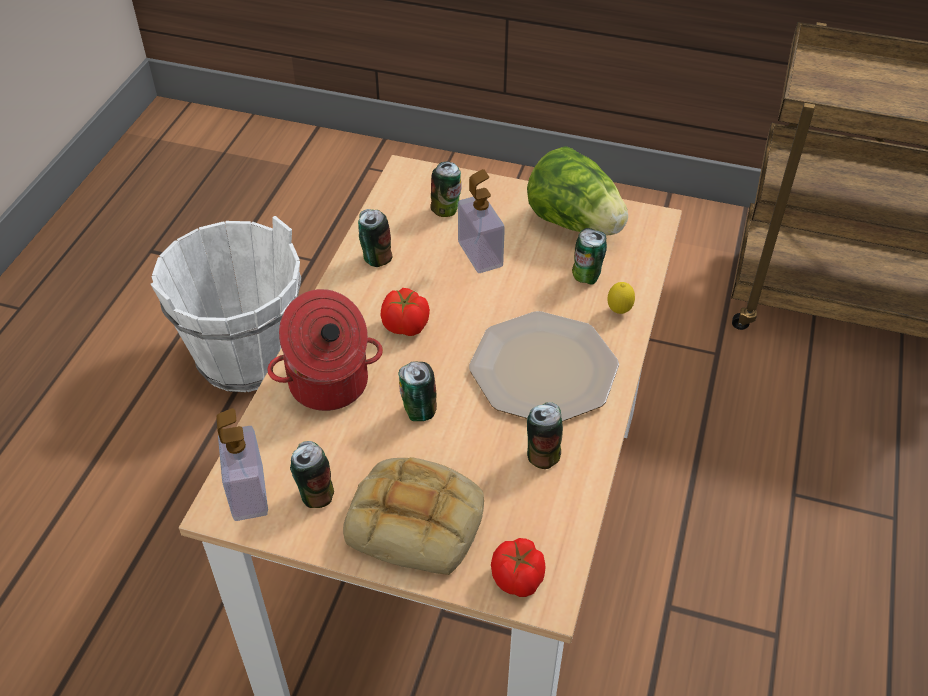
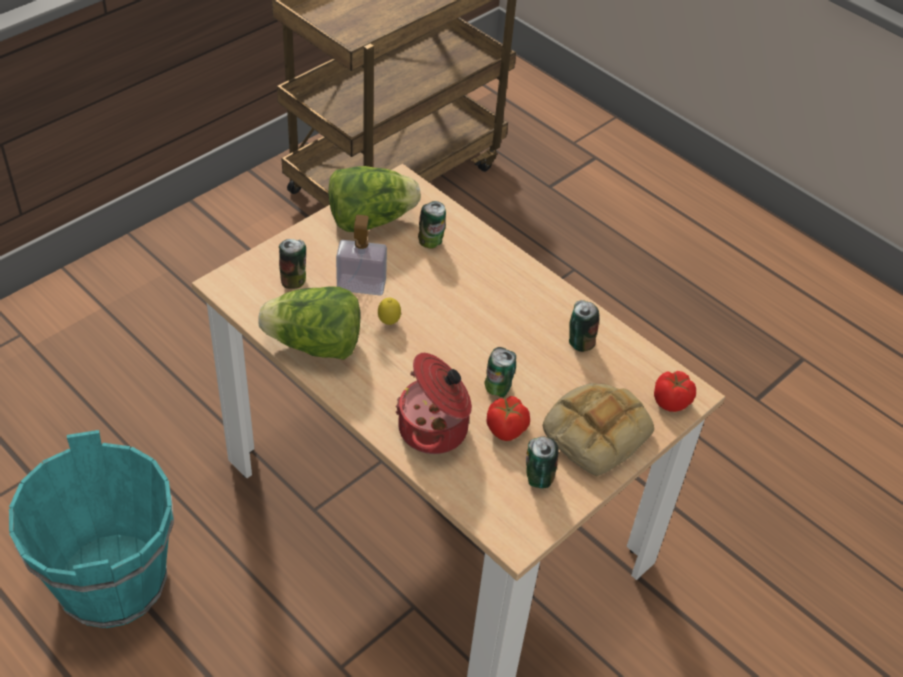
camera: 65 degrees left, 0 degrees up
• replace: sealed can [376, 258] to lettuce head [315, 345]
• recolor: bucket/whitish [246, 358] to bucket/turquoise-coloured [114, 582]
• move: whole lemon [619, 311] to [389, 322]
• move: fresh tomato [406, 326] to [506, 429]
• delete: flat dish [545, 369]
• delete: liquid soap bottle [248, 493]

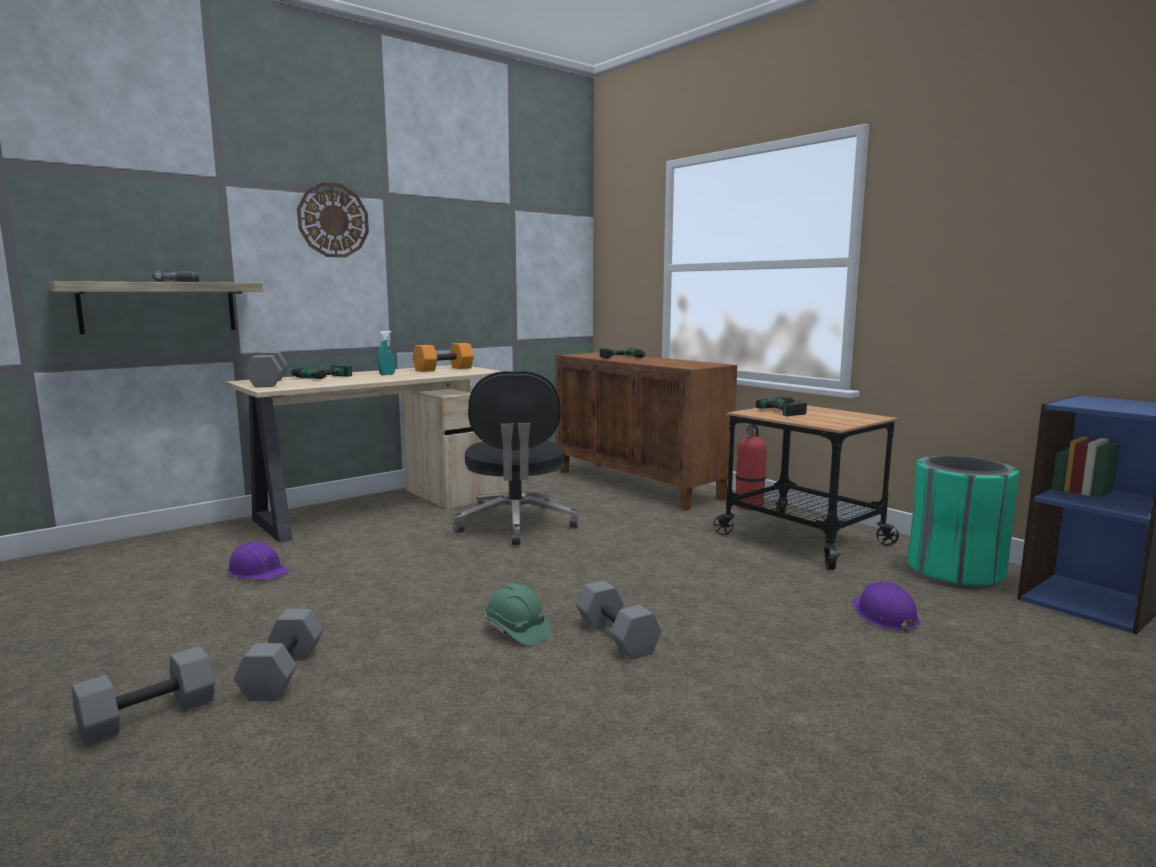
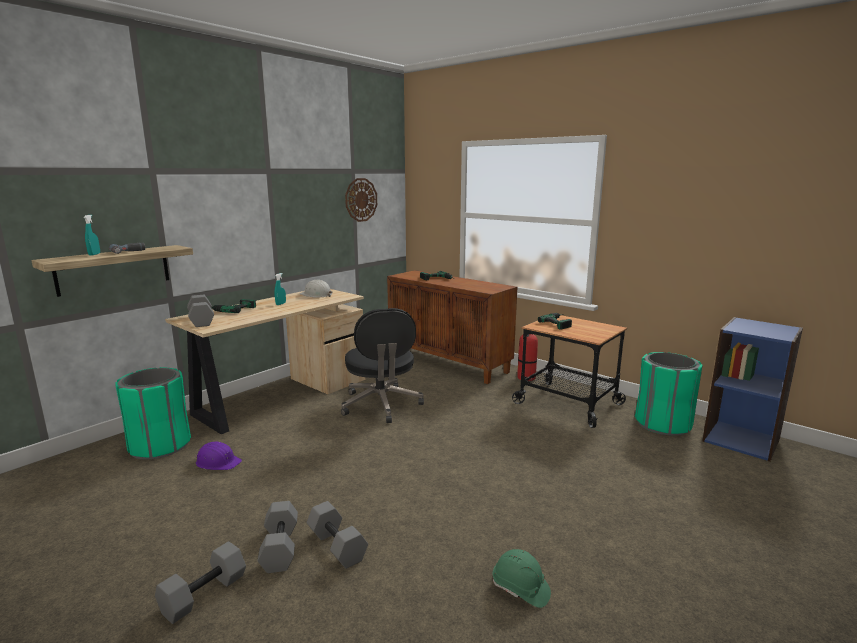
camera: 10 degrees left, 5 degrees up
• move: hanging clock [333, 220] to [361, 200]
• replace: hand weight/orange-coloured [443, 369] to safety helmet/whitish [316, 295]
• move: hand weight/gray [618, 637] to [338, 546]
• delete: safety helmet/purple-coloured [884, 615]
• move: safety helmet/green [517, 631] to [520, 589]
• insert: spray bottle/turquoise-coloured [94, 254]
• insert: rubbish bin/green [159, 445]

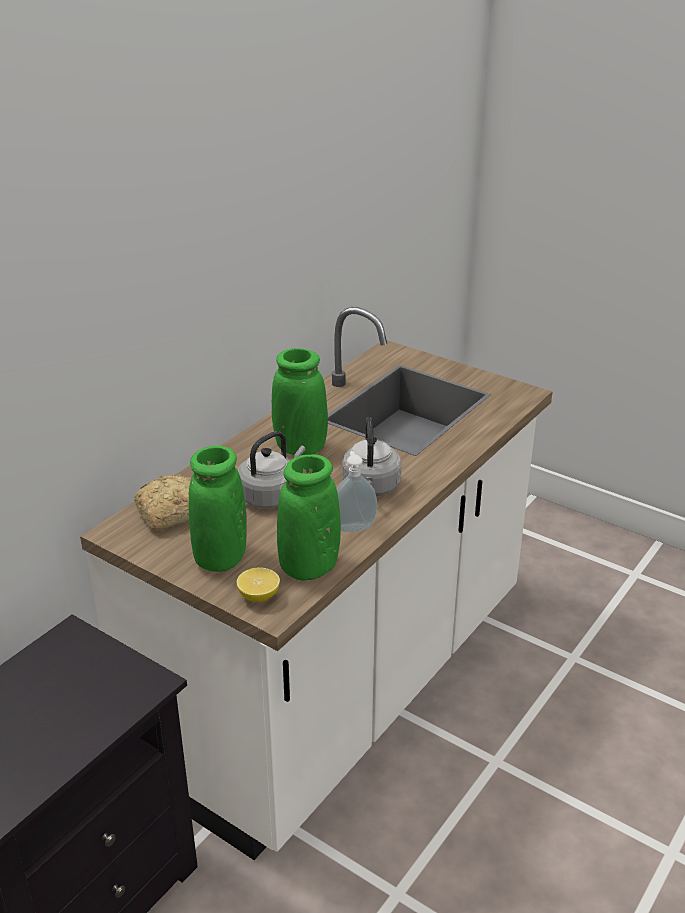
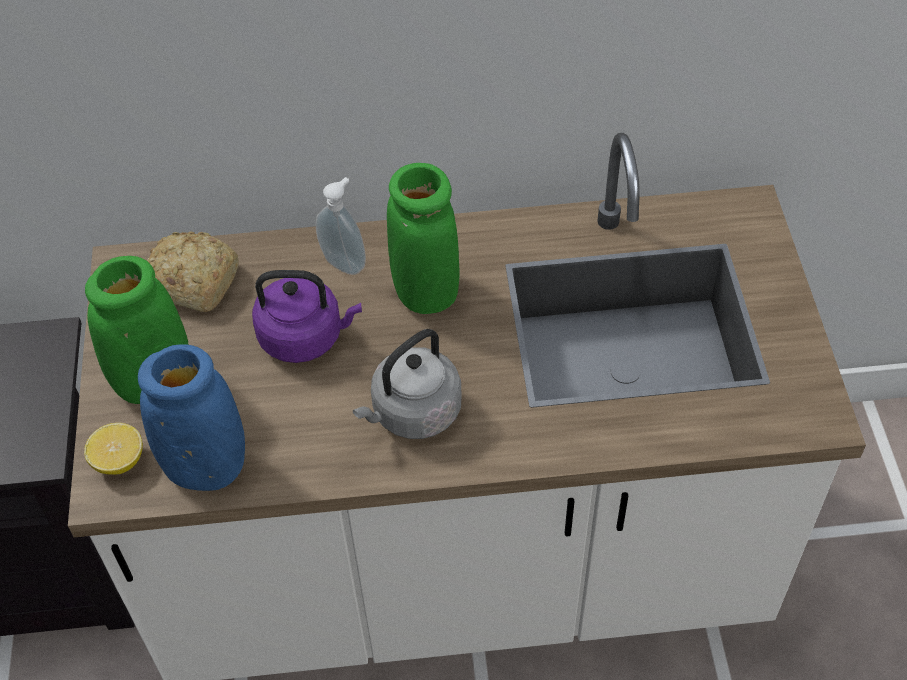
camera: 50 degrees right, 20 degrees up
• recolor: water kettle/gray [271, 496] to water kettle/purple-coloured [305, 337]
• move: liquid soap bottle [353, 527] to [345, 262]
• recolor: vase/green [309, 567] to vase/blue-coloured [207, 467]

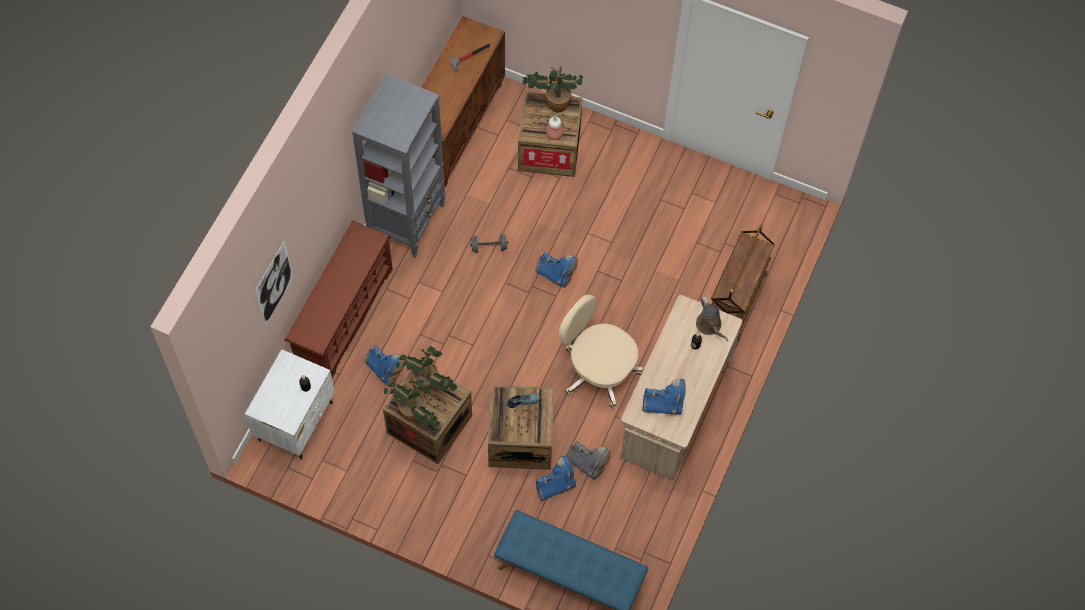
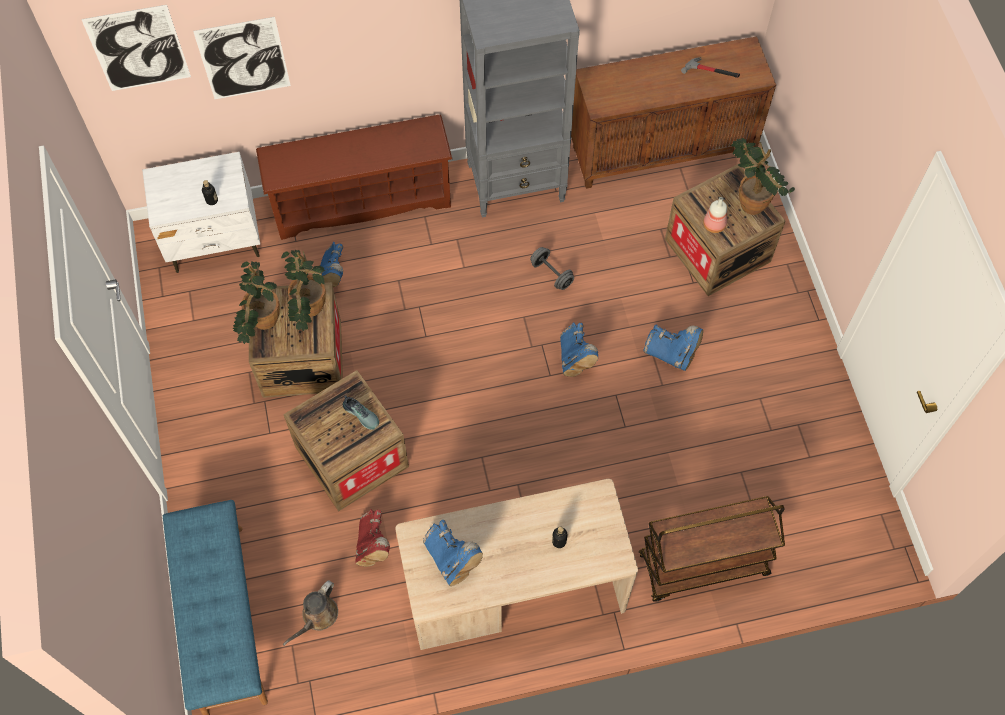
camera: 55 degrees right, 0 degrees up
• delete: office chair/beige-coloured [598, 370]
• move: watering can/brown-coloured [710, 326] to [317, 616]
• recolor: high-top boot/gray [587, 465] to high-top boot/reddish [372, 546]
• move: high-top boot/blue-coloured [556, 485] to [671, 354]
• insert: picture [138, 49]

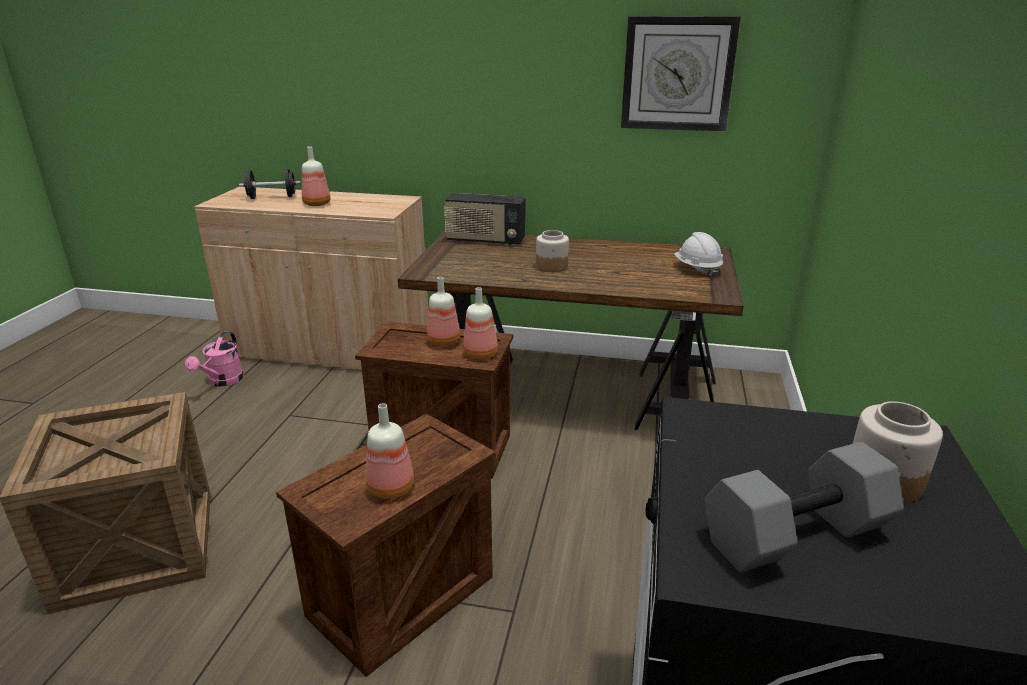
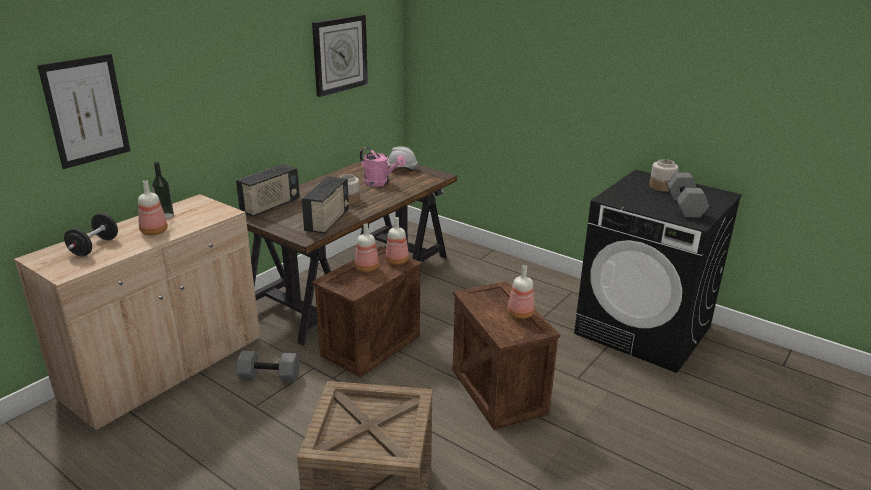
camera: 65 degrees left, 0 degrees up
• move: watering can/pink [222, 381] to [380, 183]
• insert: picture [86, 111]
• insert: bottle [165, 216]
• insert: radio set [328, 221]
• insert: hand weight/gray [268, 377]

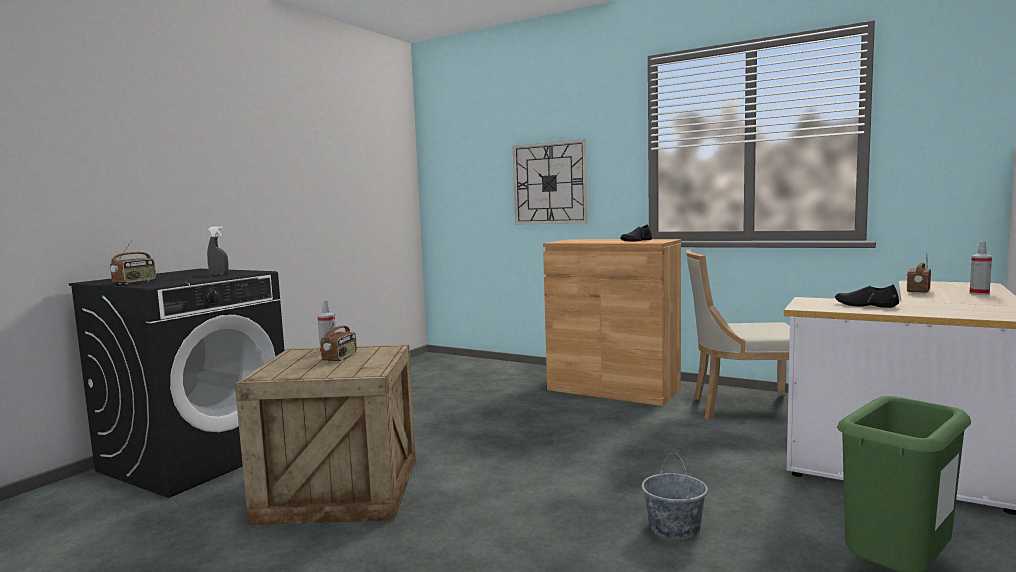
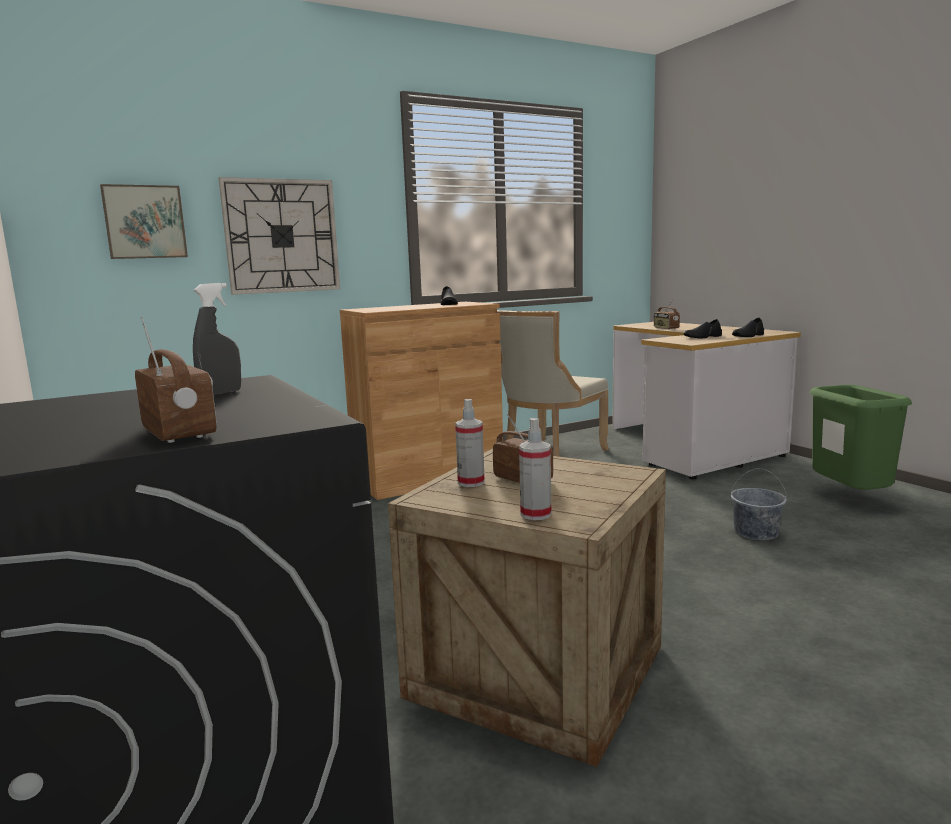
camera: 60 degrees left, 5 degrees up
• move: spray bottle [979, 294] to [535, 514]
• insert: picture [145, 222]
• insert: item of footwear/black-coloured [748, 336]

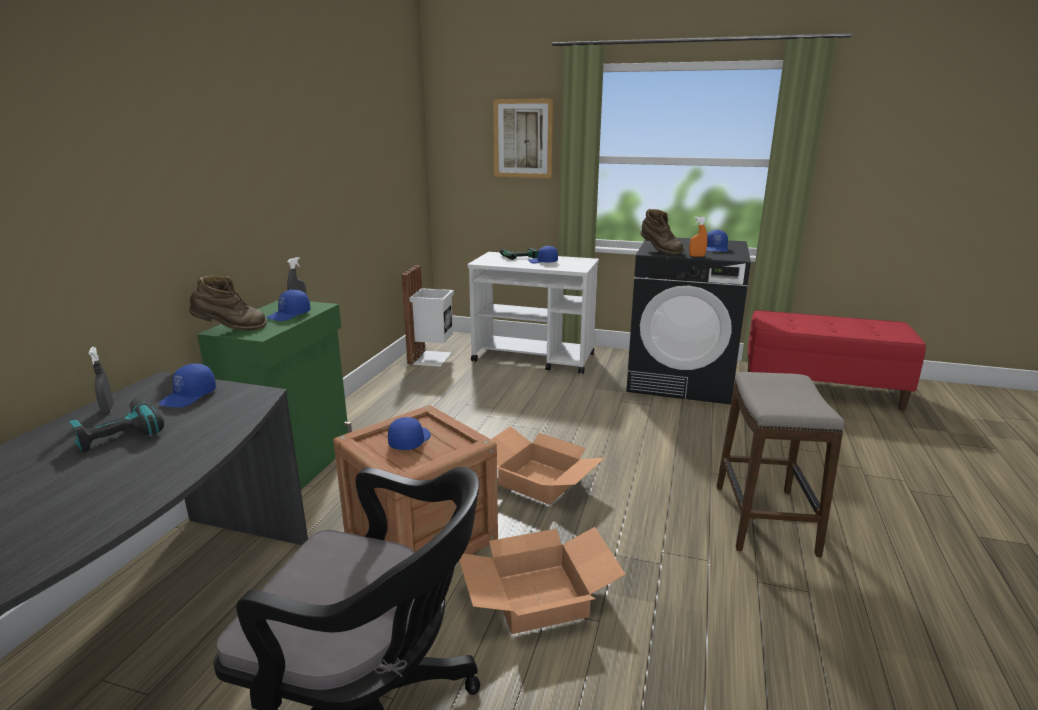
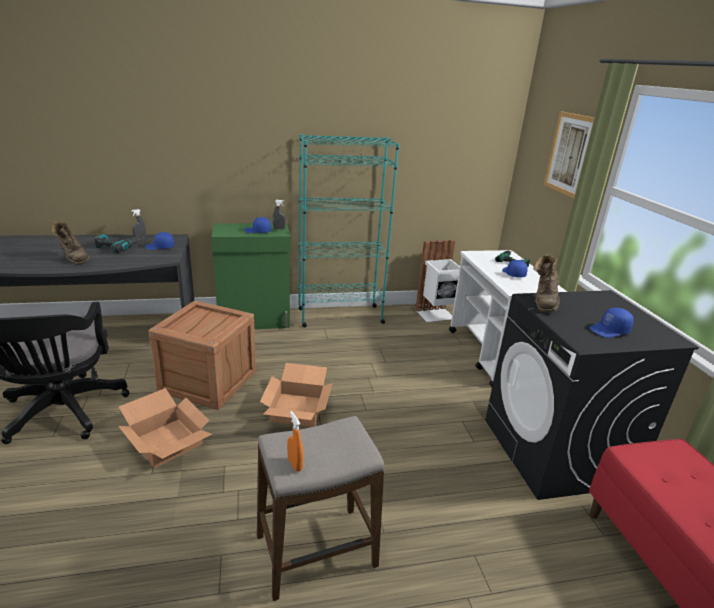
camera: 60 degrees right, 5 degrees up
• move: spray bottle/orange-coloured [697, 256] to [295, 464]
• move: high-top boot/brown-coloured [231, 330] to [73, 259]
• delete: cap/blue-coloured [409, 441]
• insert: bookcase/turquoise-coloured [340, 316]

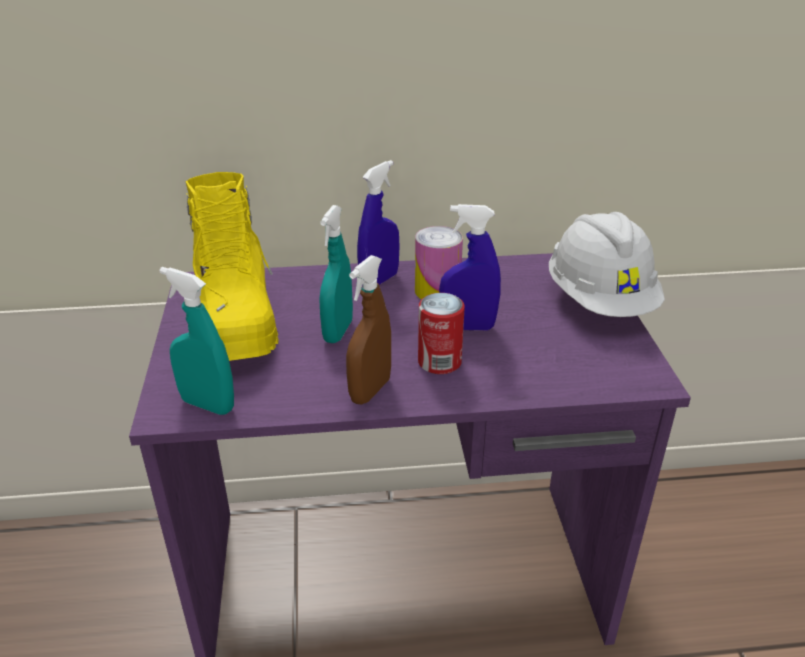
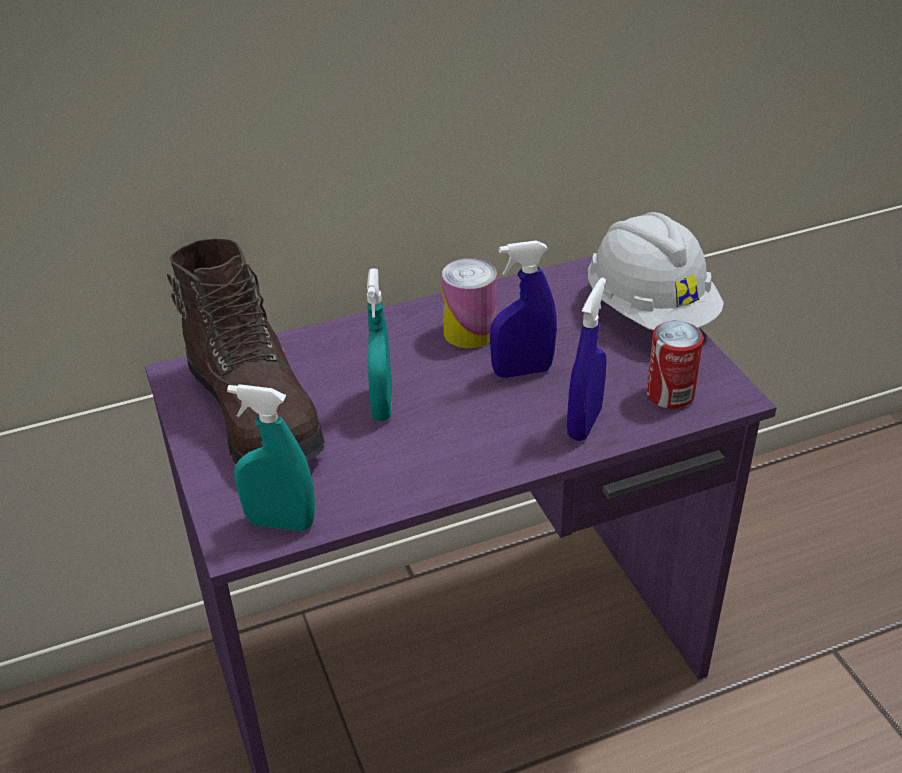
camera: 15 degrees left, 5 degrees up
• move: spray bottle/blue-coloured [379, 280] to [584, 423]
• recolor: high-top boot/yellowish [236, 320] to high-top boot/brown-coloured [256, 413]
• delete: spray bottle/brown-coloured [370, 390]
• move: sealed can [439, 362] to [670, 394]

